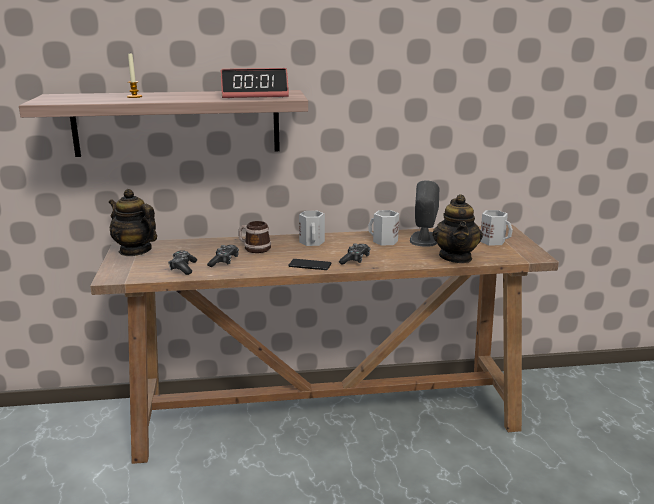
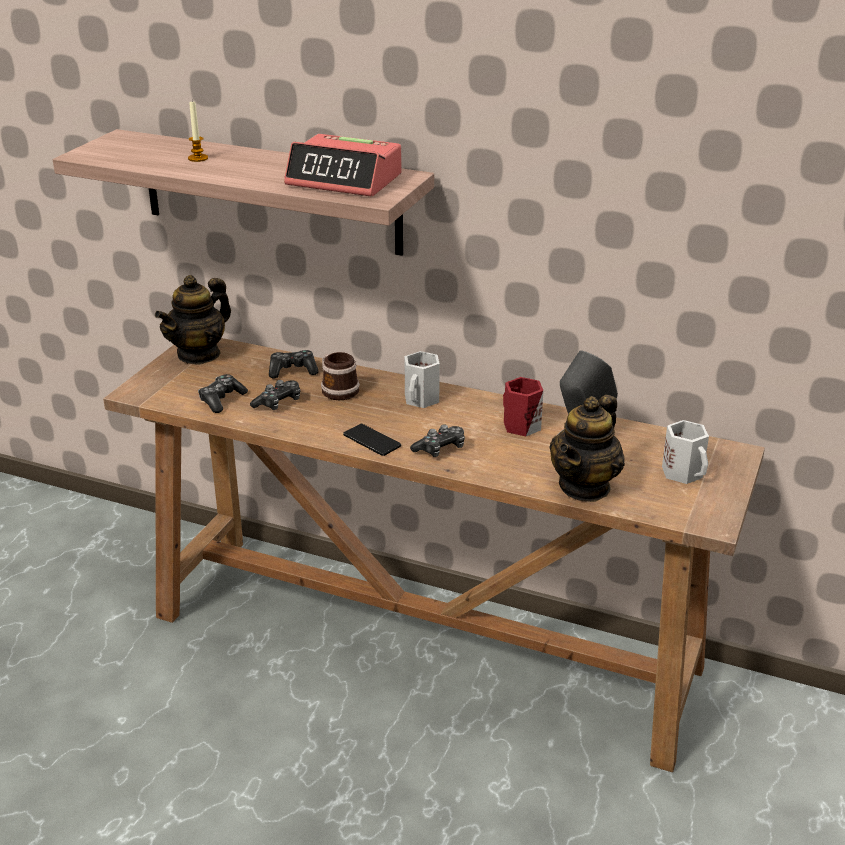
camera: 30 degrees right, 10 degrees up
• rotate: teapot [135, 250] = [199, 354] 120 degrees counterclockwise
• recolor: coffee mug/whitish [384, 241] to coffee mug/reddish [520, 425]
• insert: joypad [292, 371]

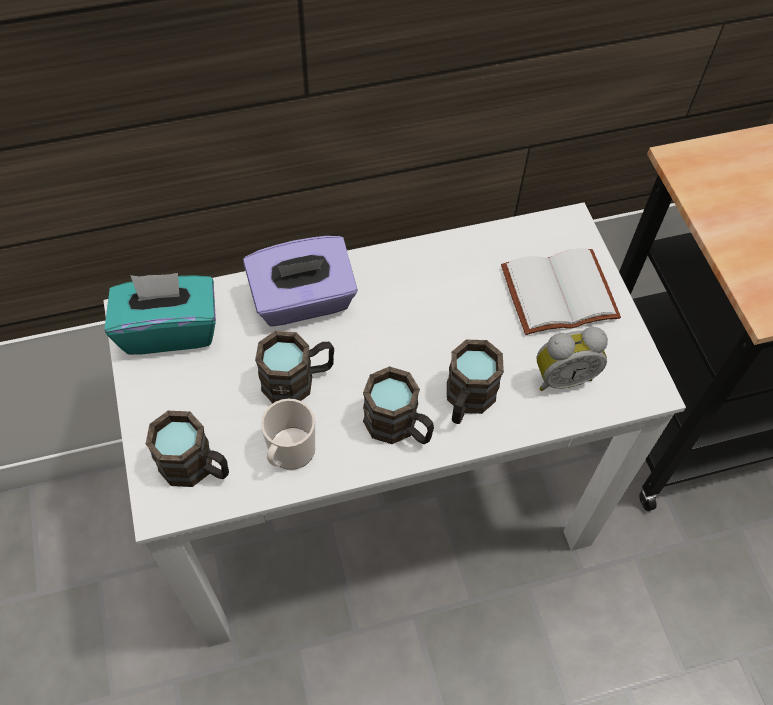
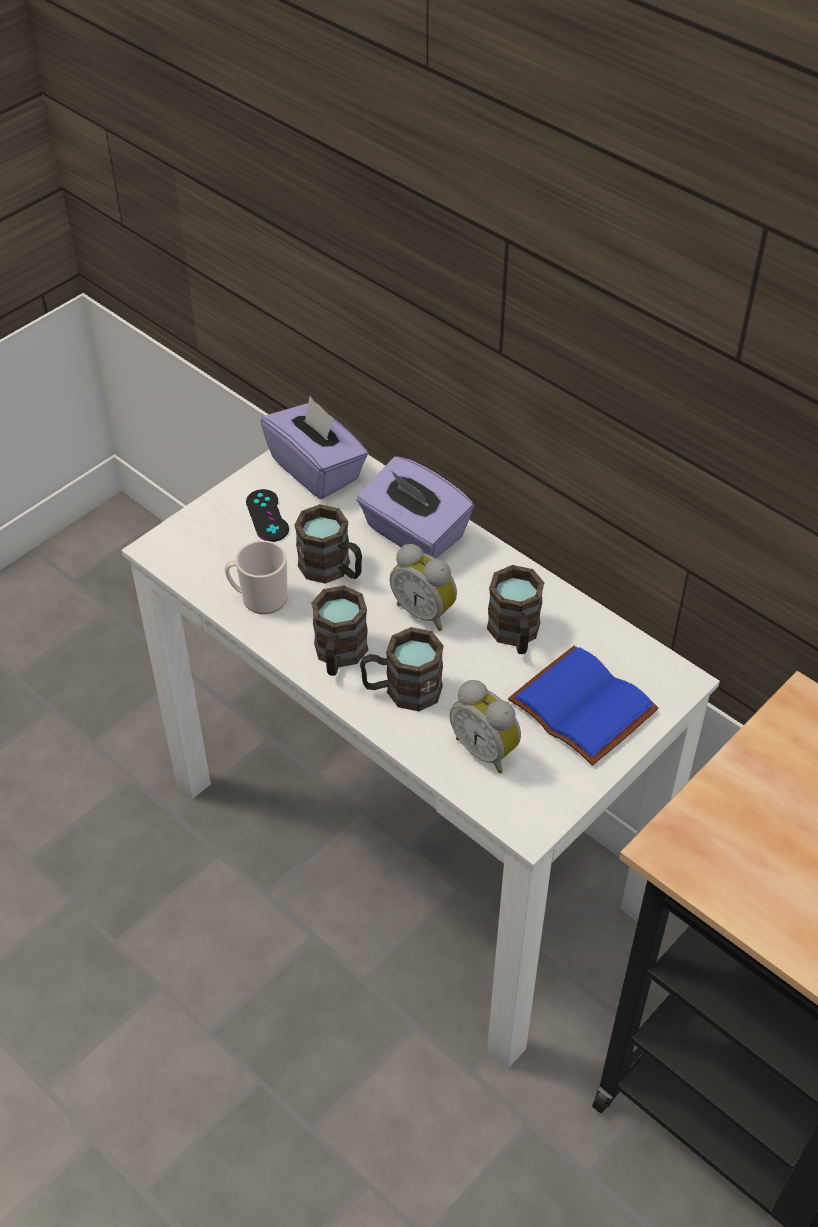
camera: 60 degrees right, 10 degrees down
• recolor: volume/whitish [558, 296] to volume/blue-coloured [578, 707]
• recolor: box of tissues/turquoise-coloured [169, 329] to box of tissues/purple-coloured [316, 469]
• move: coffee mug/brown-coloured [196, 467] to [515, 635]
• insert: joypad/black-coloured [267, 516]
• insert: alarm clock [425, 611]

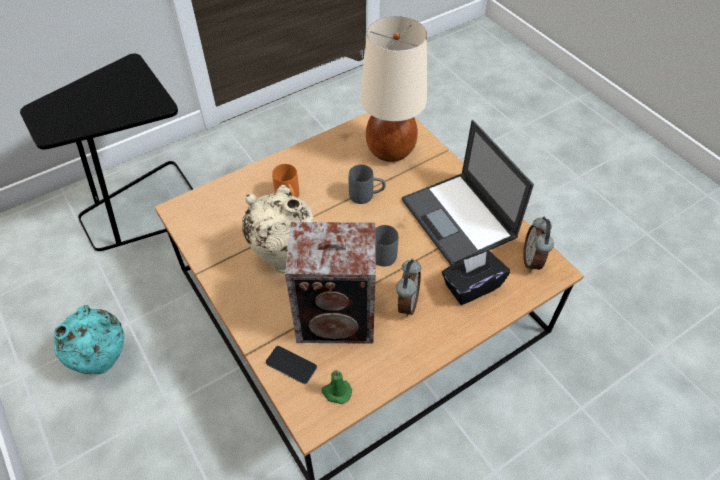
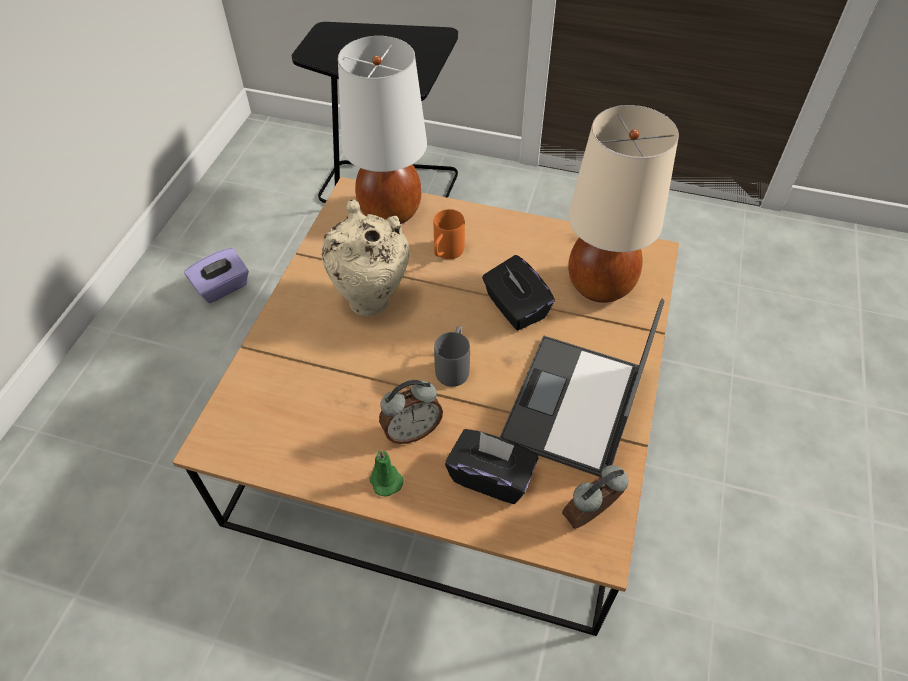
camera: 50 degrees right, 0 degrees up
• replace: coffee mug/gray [366, 196] to box of tissues/black-coloured [515, 308]
• delete: speaker [338, 319]
• replace: vase/turquoise-coloured [105, 363] to box of tissues/purple-coloured [222, 287]
• delete: phone [291, 365]
• move: wax light/green [336, 392] to [385, 479]
• insert: tabletop lamp/whitish [389, 212]

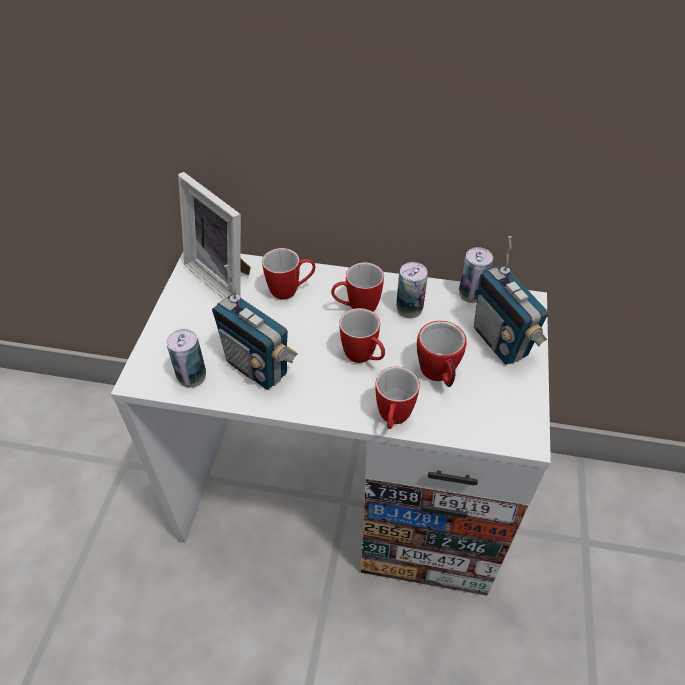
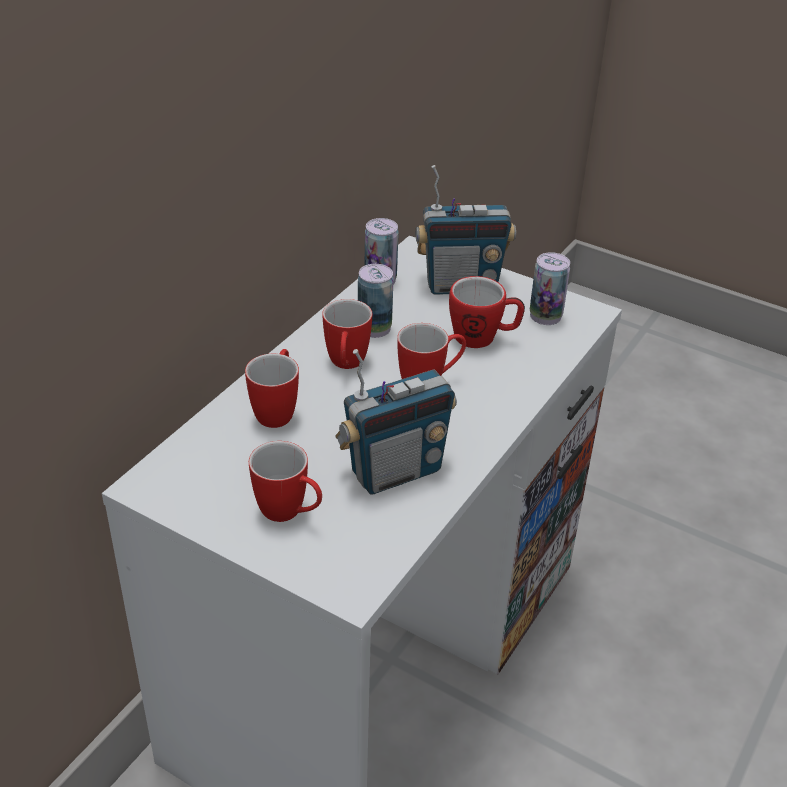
camera: 70 degrees left, 10 degrees down
• delete: photo frame [224, 277]
• move: sealed can [192, 376] to [545, 316]
• move: coffee mug [392, 420] to [290, 514]

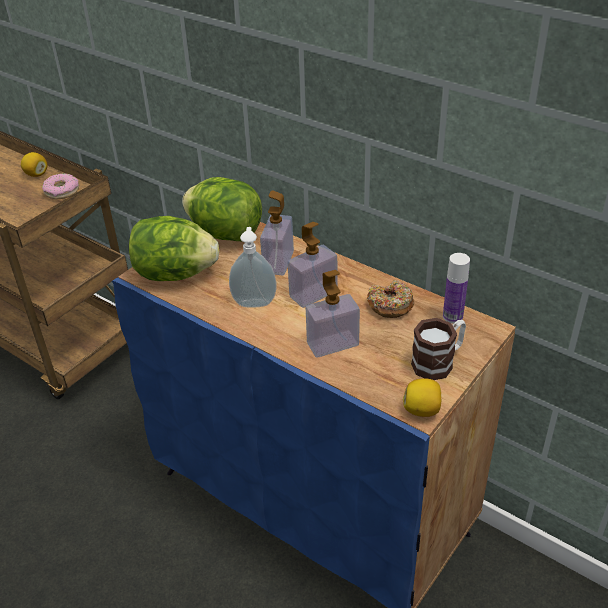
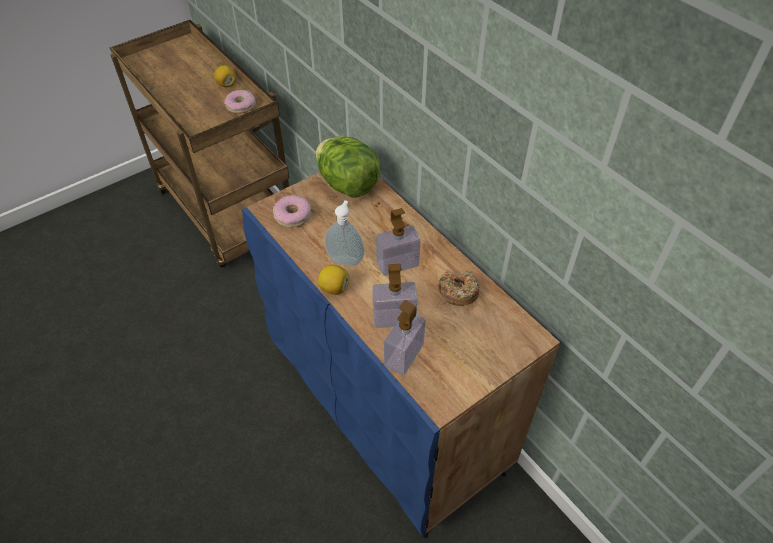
camera: 15 degrees right, 10 degrees up
• move: liquid soap bottle [278, 262] to [404, 355]
• replace: lettuce head [175, 274] to ring doughnut [292, 216]
• delete: bottle [452, 316]
• delete: coffee mug [438, 362]
• move: whole lemon [422, 410] to [334, 288]

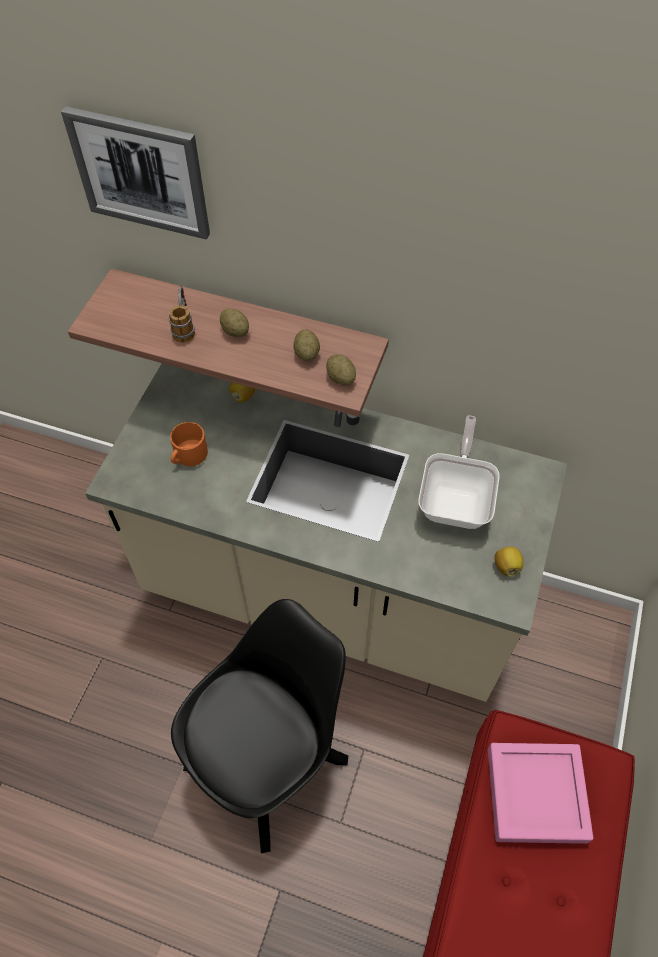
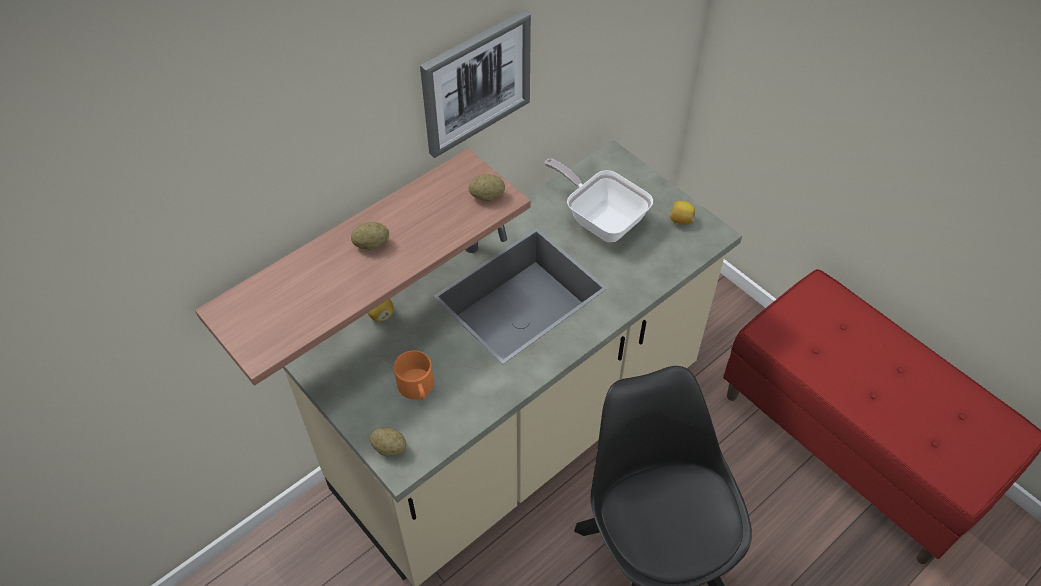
camera: 60 degrees left, 5 degrees down
• move: picture [141, 172] to [475, 83]
• delete: coffee mug [184, 326]
• move: whole potato [306, 353] to [389, 448]
• delete: serving tray/pink [536, 794]

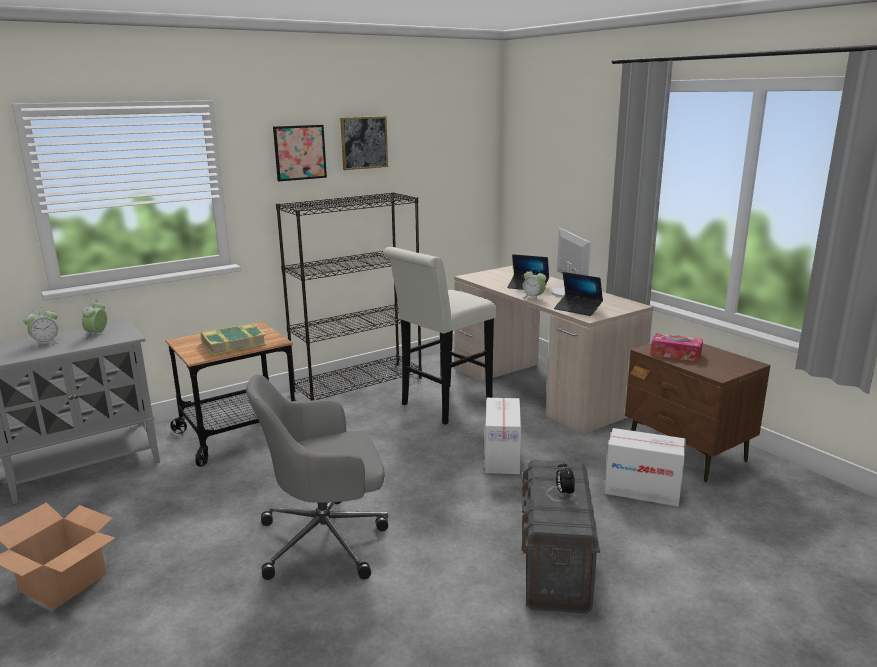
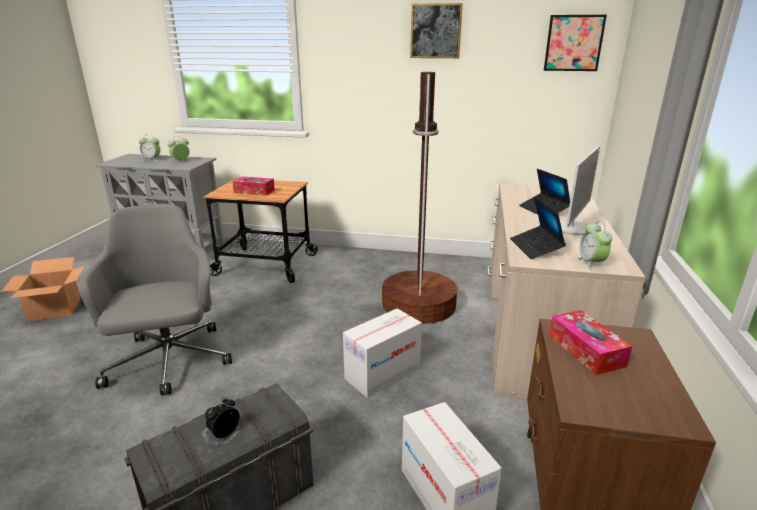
camera: 45 degrees right, 5 degrees up
• move: picture [300, 152] to [573, 43]
• delete: bookcase/black-coloured [359, 384]
• replace: sitting stool/whitish [441, 406] to standing lamp/brown-coloured [418, 304]
• move: alarm clock [533, 298] to [591, 263]
• replace: volume [233, 344] to box of tissues [254, 191]
• rotate: office chair/gray [327, 539] = [169, 362] 45 degrees clockwise

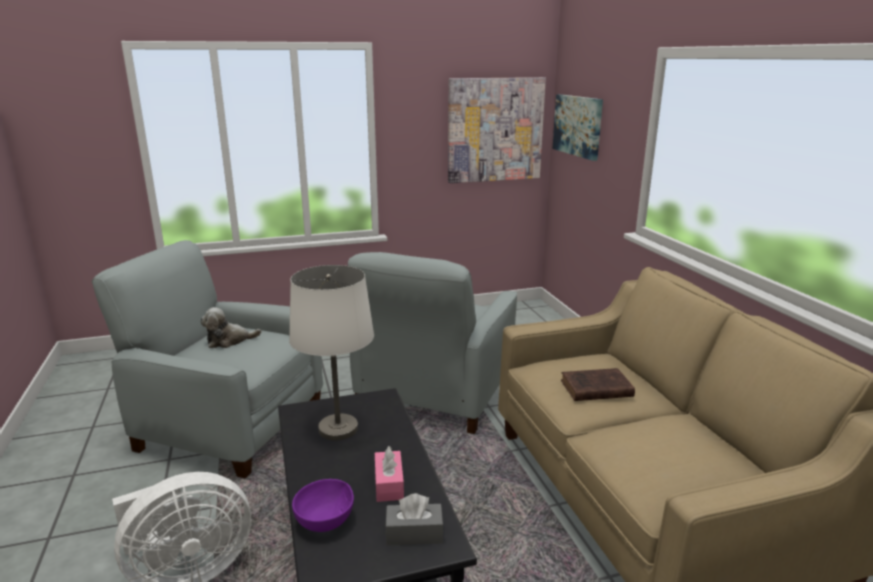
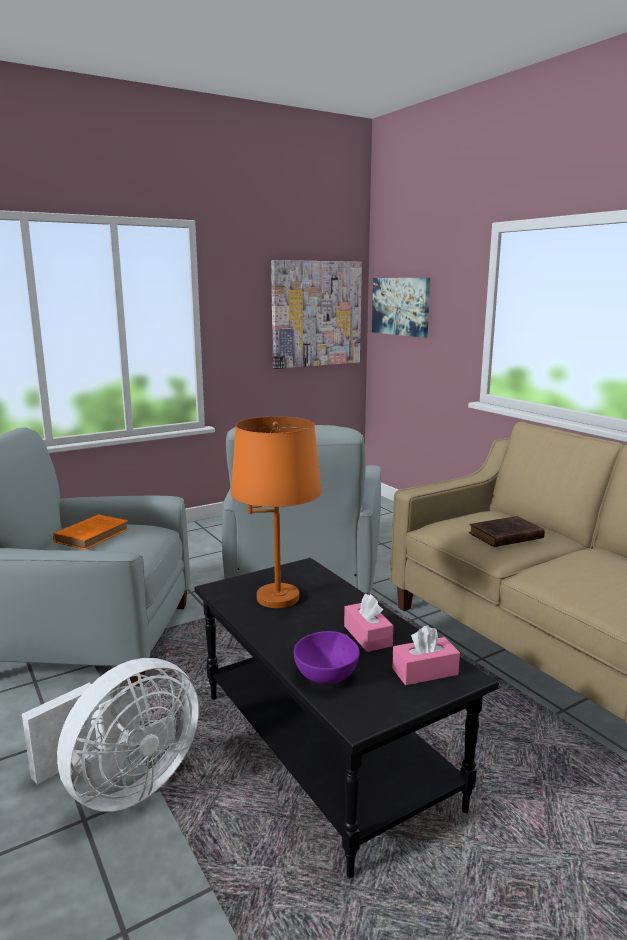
camera: 15 degrees left, 5 degrees down
• recolor: tabletop lamp/whitish [338, 428] to tabletop lamp/orange-coloured [278, 597]
• replace: soft toy [229, 341] to volume/orange-coloured [93, 535]
• recolor: box of tissues/gray [414, 533] to box of tissues/pink [425, 671]

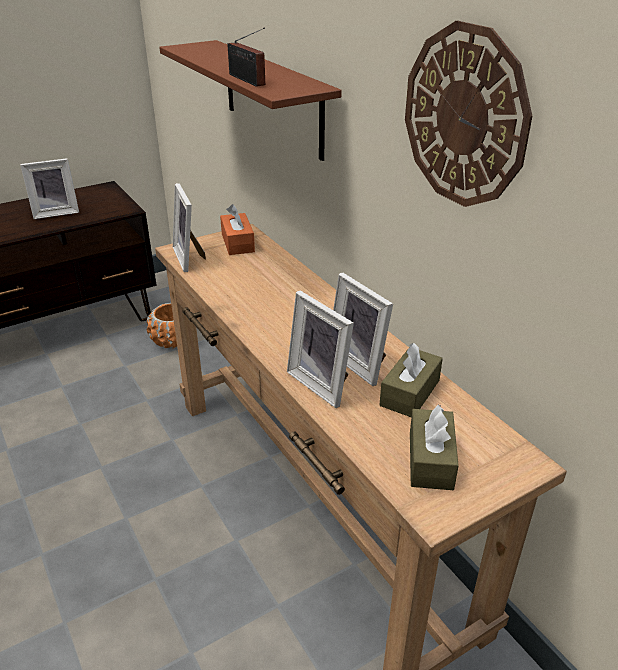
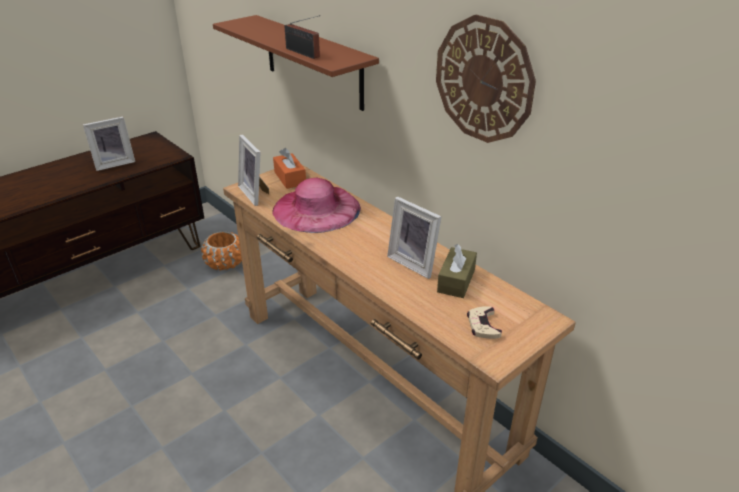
camera: 10 degrees left, 0 degrees up
• delete: photo frame [323, 383]
• replace: box of tissues/brown-coloured [430, 460] to joypad/beige-coloured [483, 325]
• insert: hat/pink [316, 209]

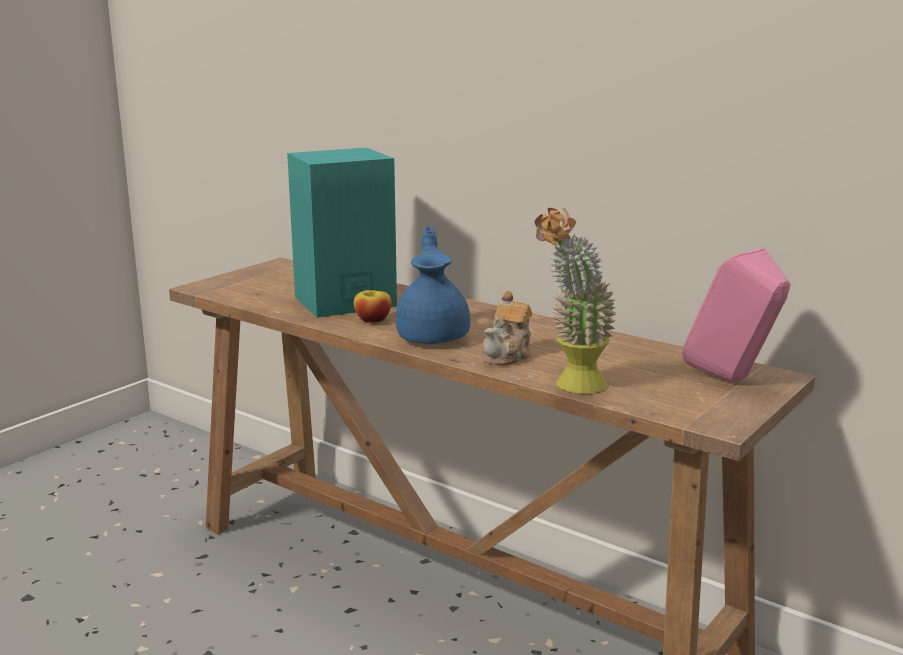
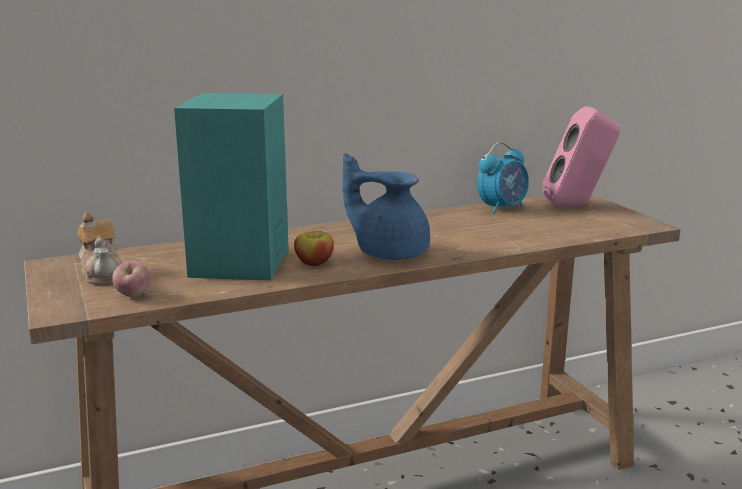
camera: 60 degrees left, 0 degrees up
• delete: houseplant [571, 387]
• move: teapot [508, 355] to [103, 274]
• insert: alarm clock [502, 208]
• insert: whole apple [133, 296]

